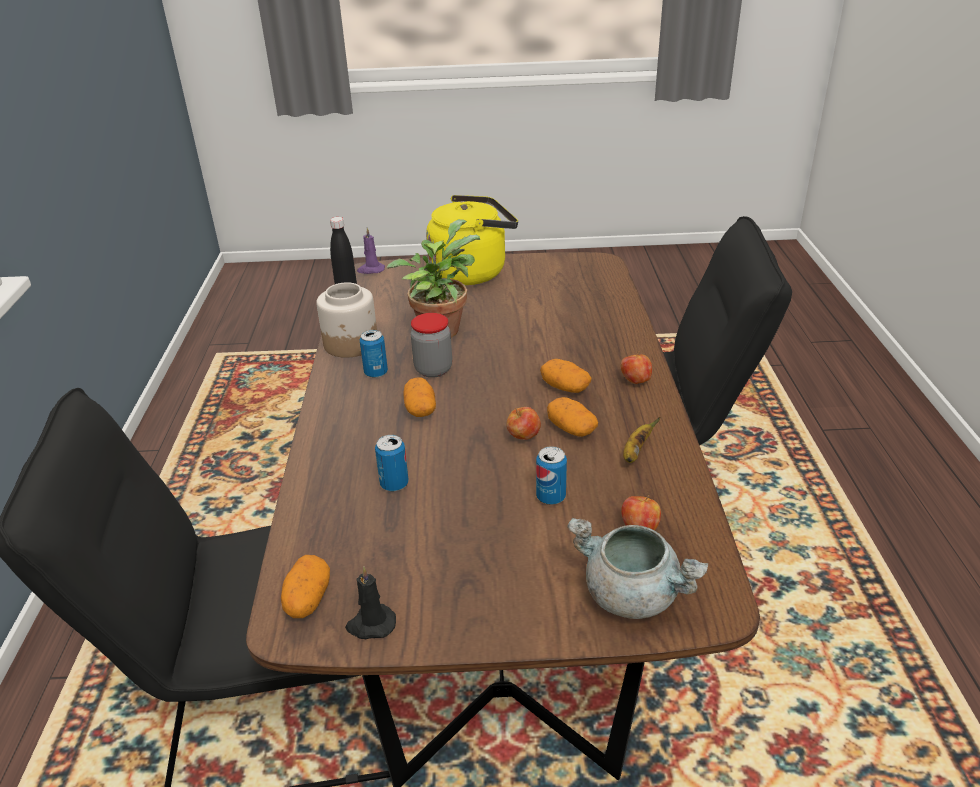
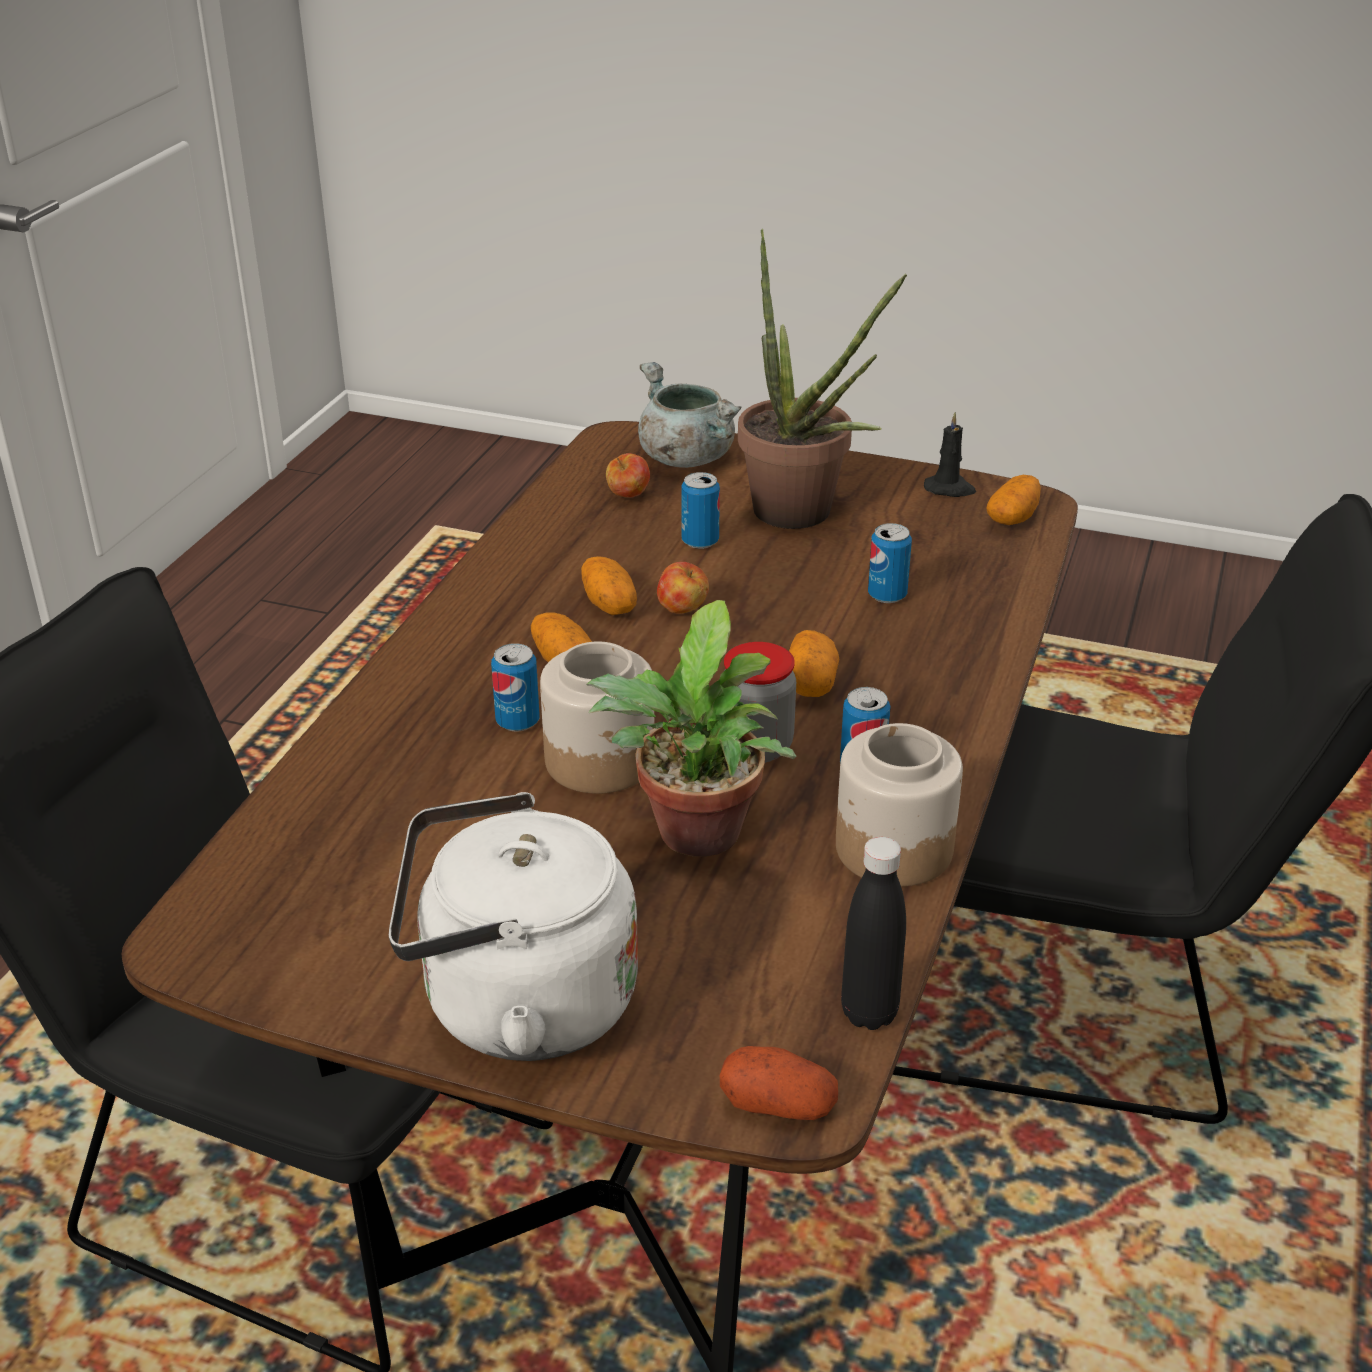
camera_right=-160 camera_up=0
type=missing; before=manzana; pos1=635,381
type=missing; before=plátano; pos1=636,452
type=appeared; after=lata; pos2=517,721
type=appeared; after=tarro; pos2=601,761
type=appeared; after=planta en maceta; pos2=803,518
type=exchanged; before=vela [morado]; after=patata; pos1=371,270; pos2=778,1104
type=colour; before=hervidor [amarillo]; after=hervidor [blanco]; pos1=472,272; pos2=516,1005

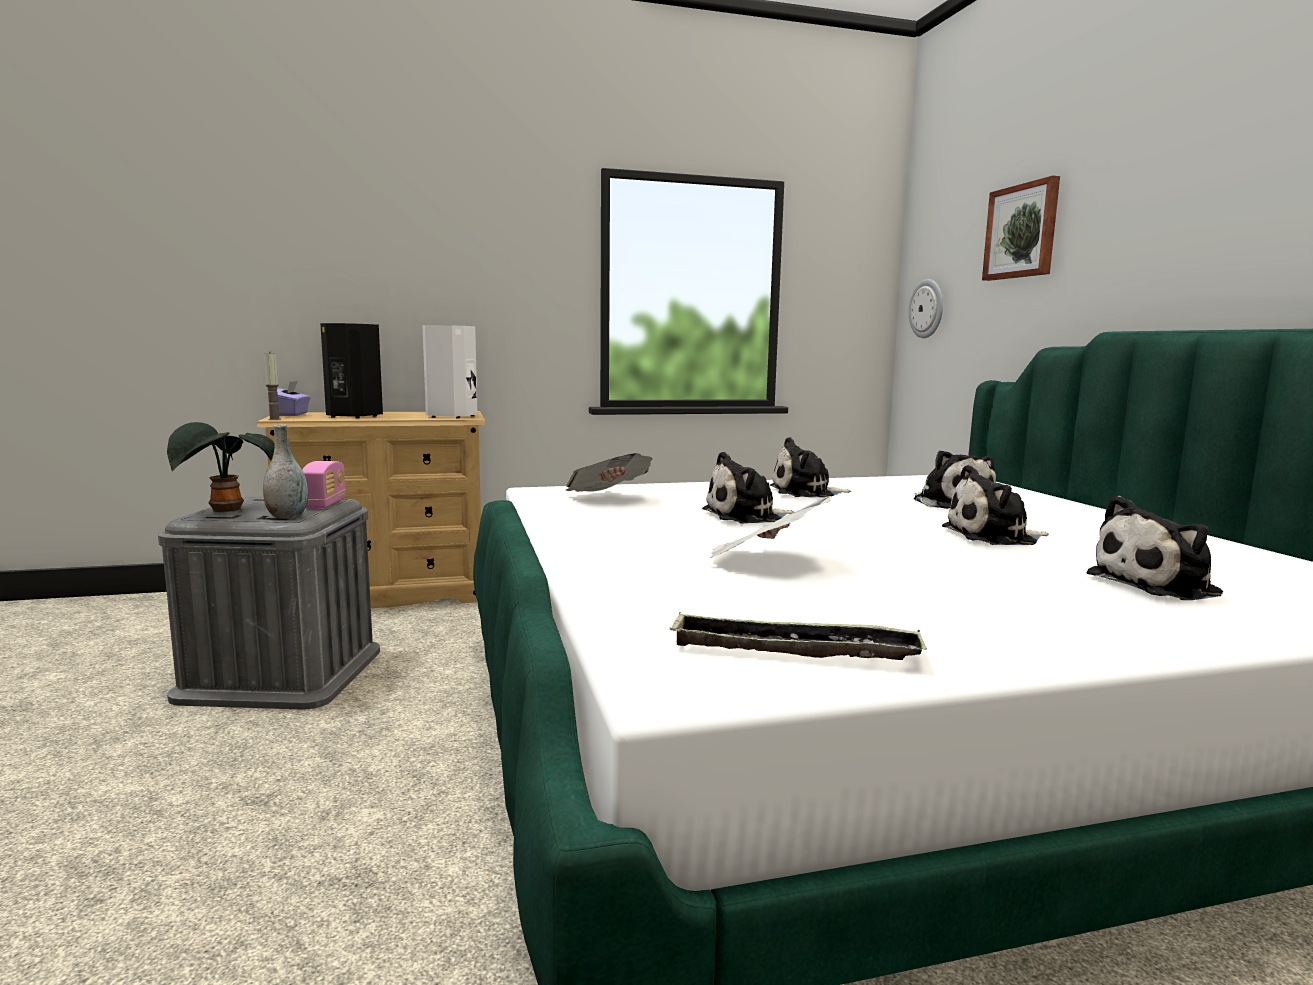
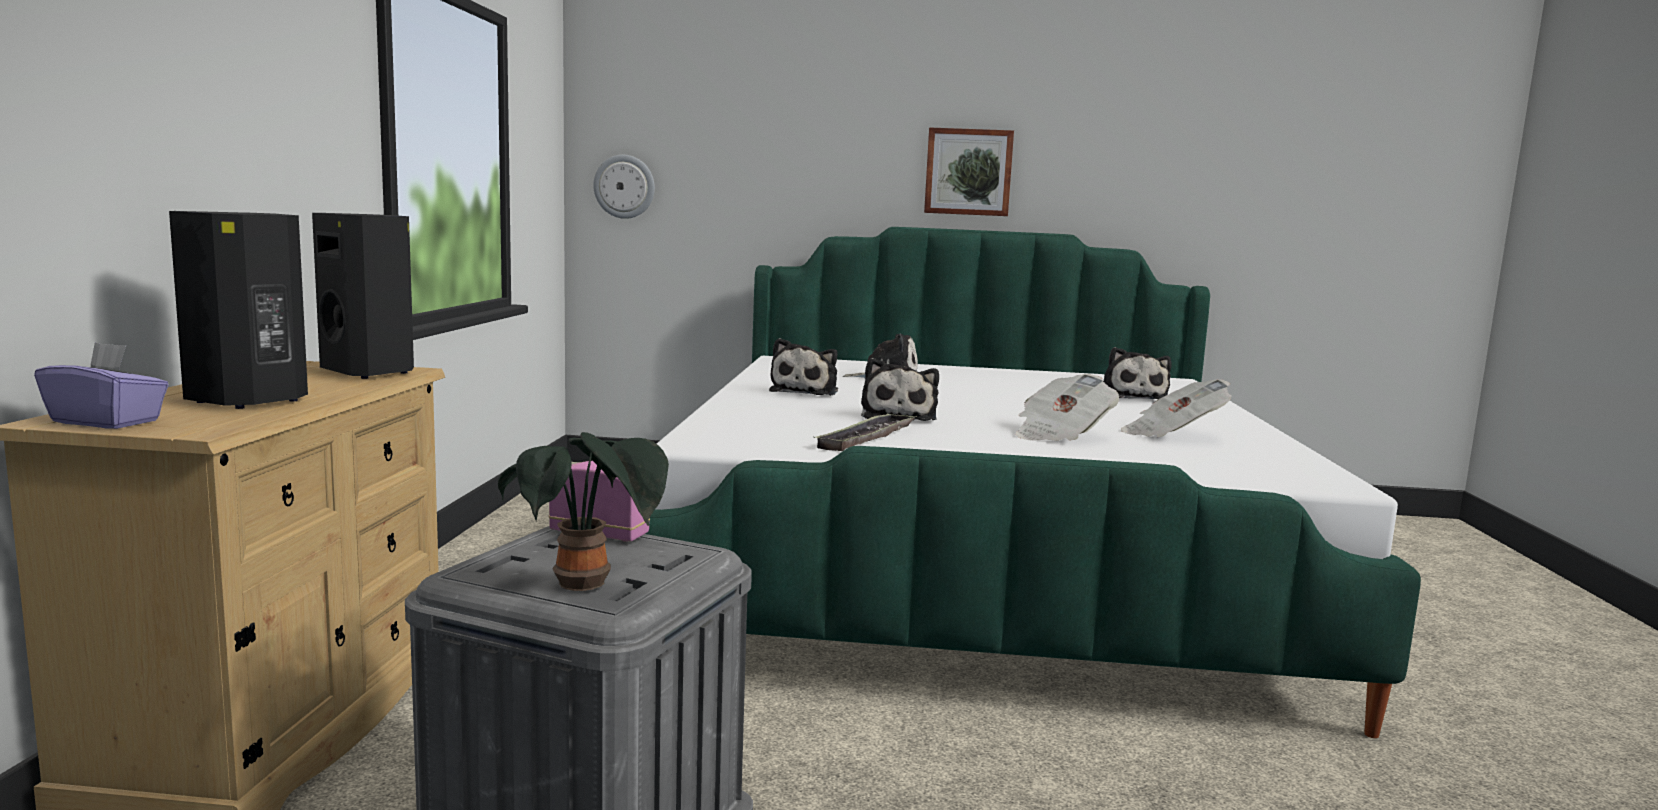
camera_right=-70 camera_up=0
type=missing; before=florero [gris]; pos1=287,516
type=missing; before=vela; pos1=274,419
type=missing; before=peluche; pos1=994,537
type=relocated; before=periódico; pos1=608,498; pos2=1172,435
type=relocated; before=bandeja; pos1=793,650; pos2=866,438
type=relocated; before=cuadro; pos1=1022,231; pos2=968,172
type=colour; before=altavoz [blanco]; after=altavoz [negro]; pos1=454,416; pos2=371,372

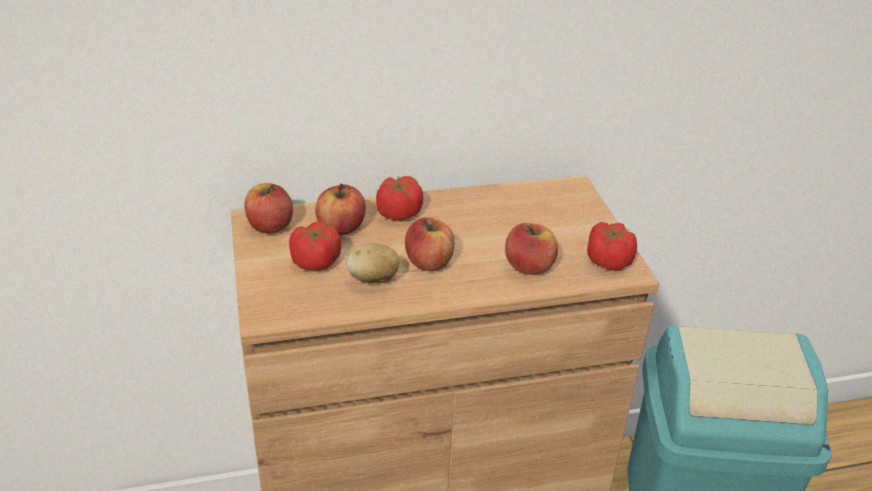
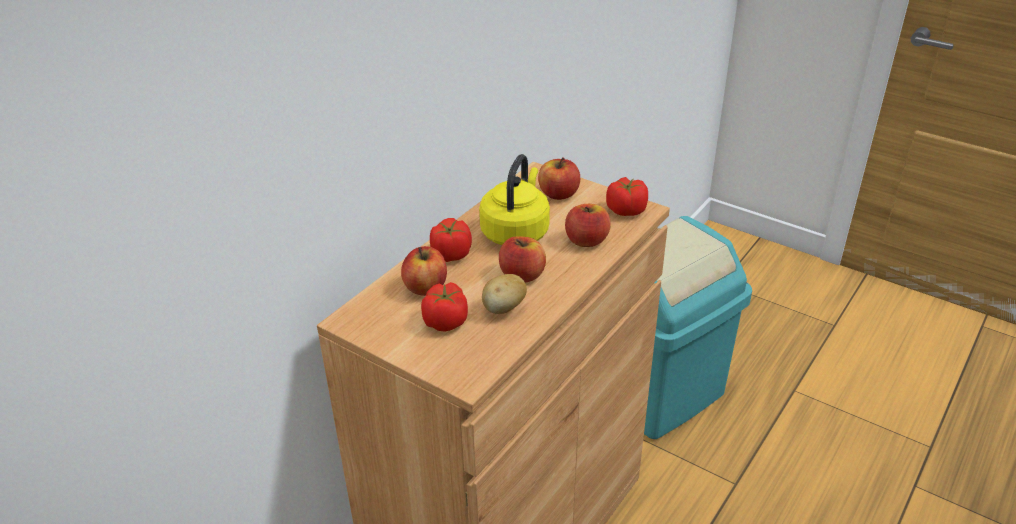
camera_right=-40 camera_up=0
type=appeared; after=hervidor [amarillo]; pos2=516,232
type=relocated; before=manzana; pos1=270,226; pos2=558,194

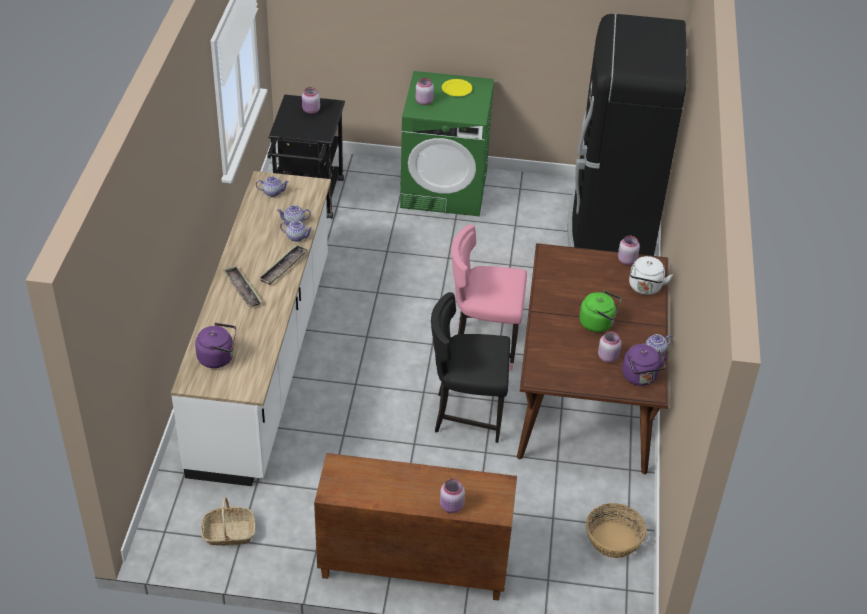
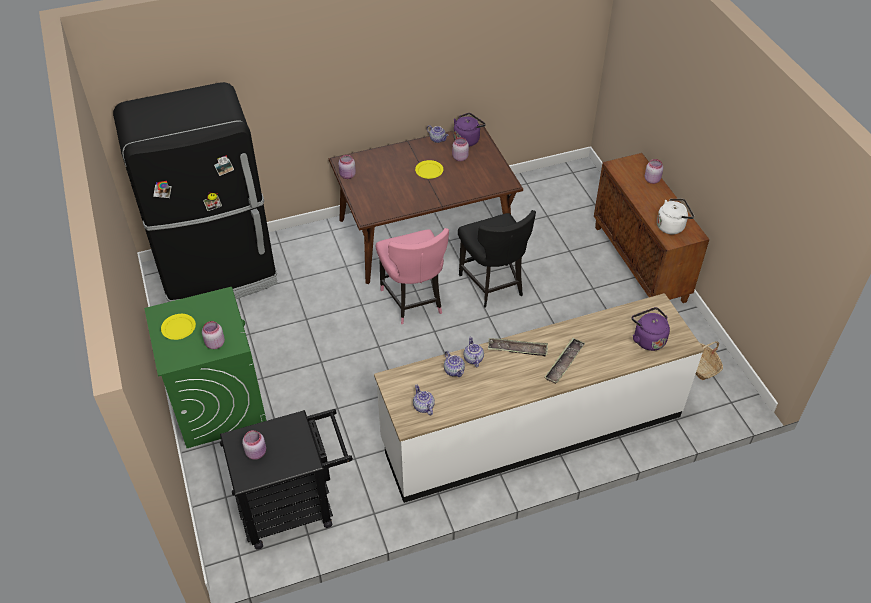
camera_right=-115 camera_up=5
type=missing; before=cesta; pos1=613,540
type=relocated; before=hervidor [blanco]; pos1=645,288; pos2=672,226
type=exchanged; before=hervidor [verde]; after=plato [amarillo]; pos1=598,323; pos2=429,170

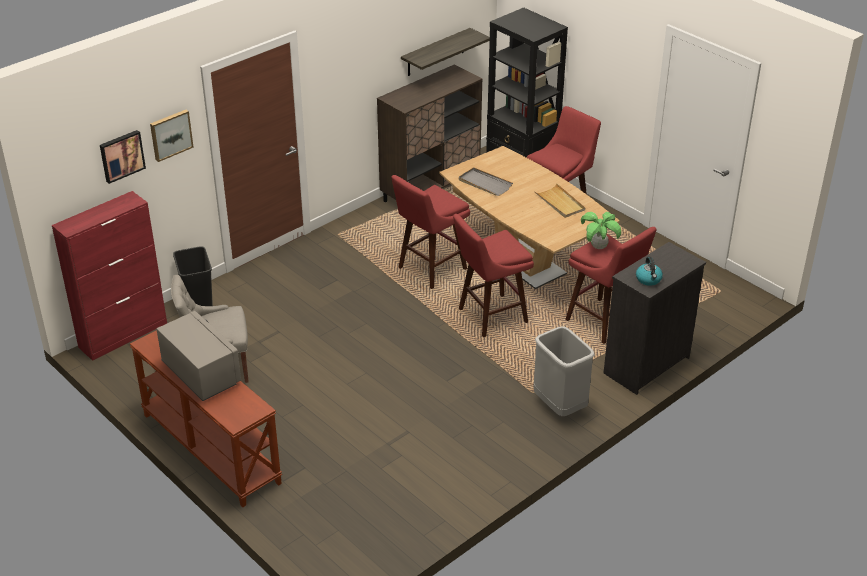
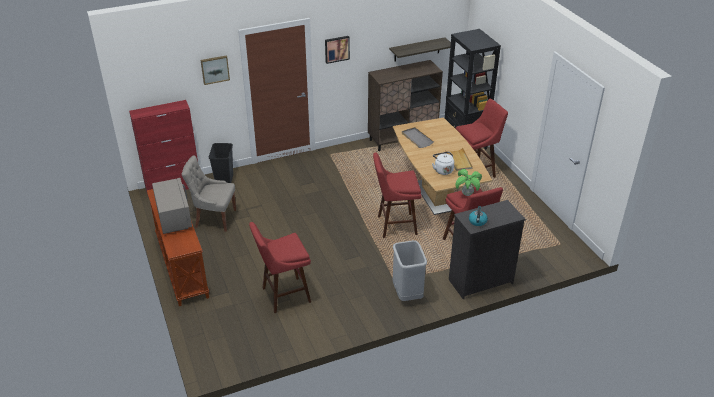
camera_right=20 camera_up=0
type=appeared; after=hervidor [blanco]; pos2=443,170
type=relocated; before=cuadro; pos1=121,155; pos2=336,49
type=relocated; before=taburete [rojo]; pos1=430,270; pos2=283,295

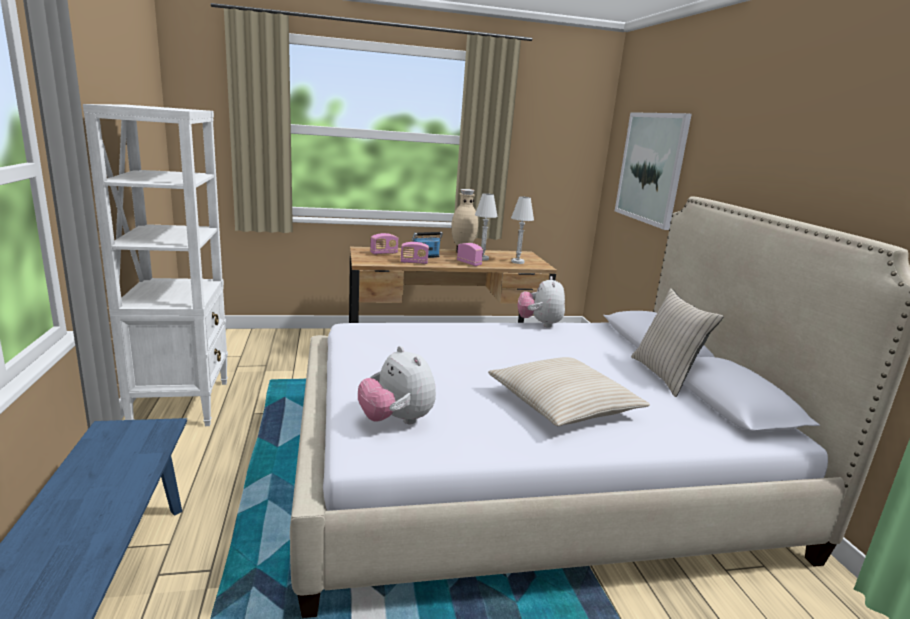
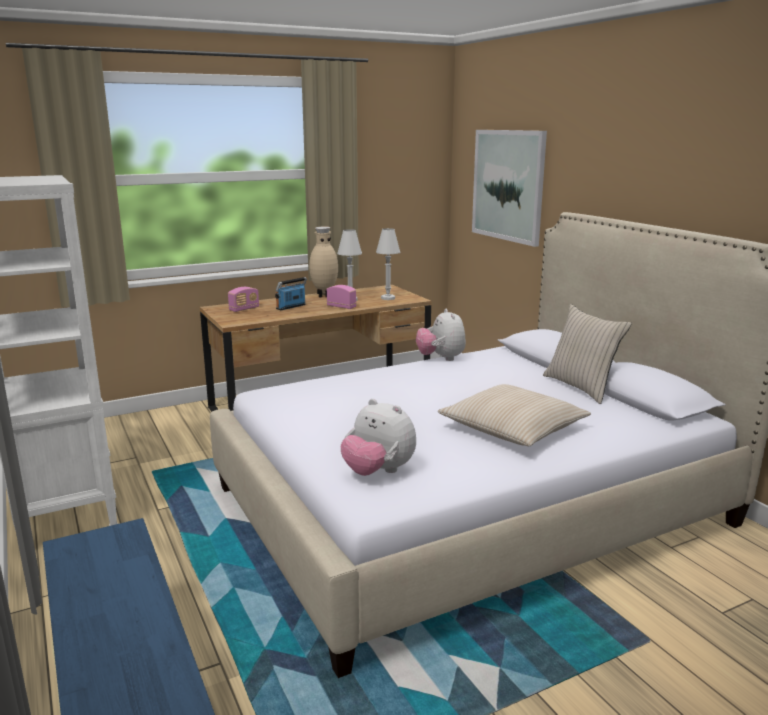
camera_right=-15 camera_up=0
type=missing; before=radio; pos1=414,263

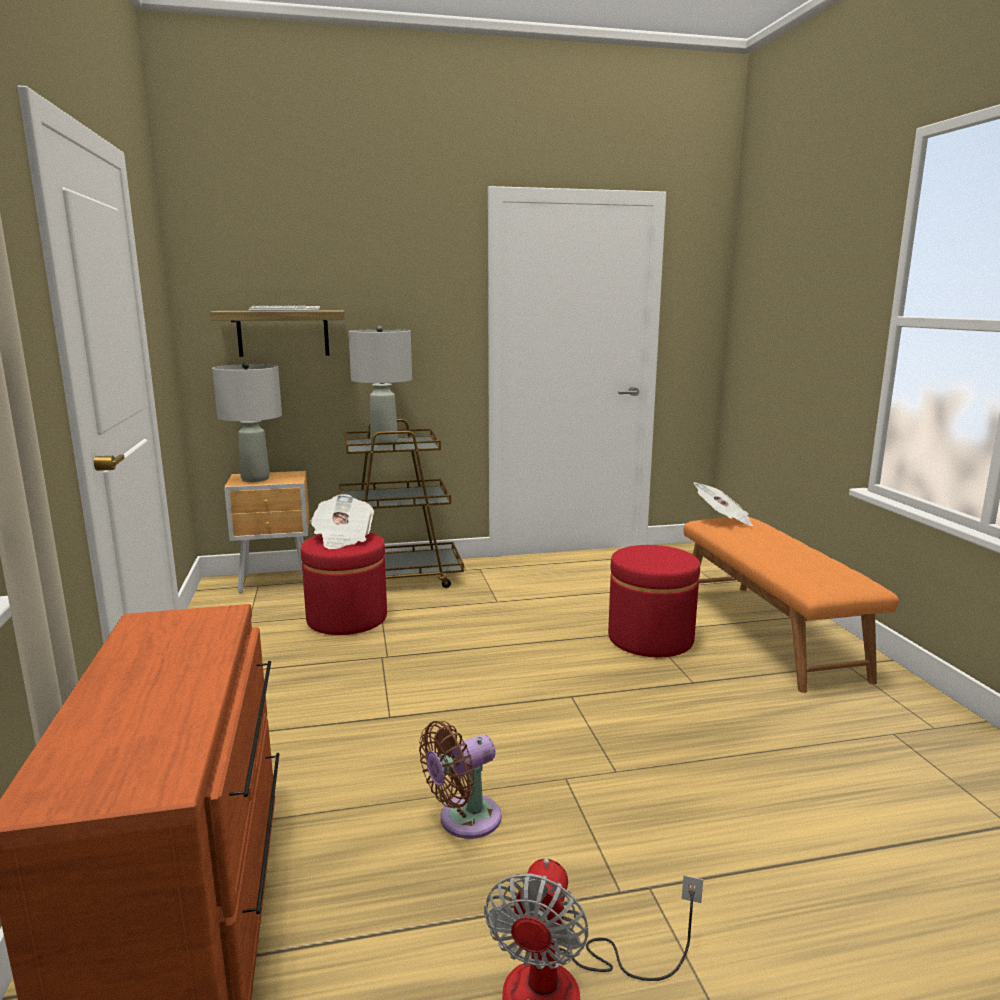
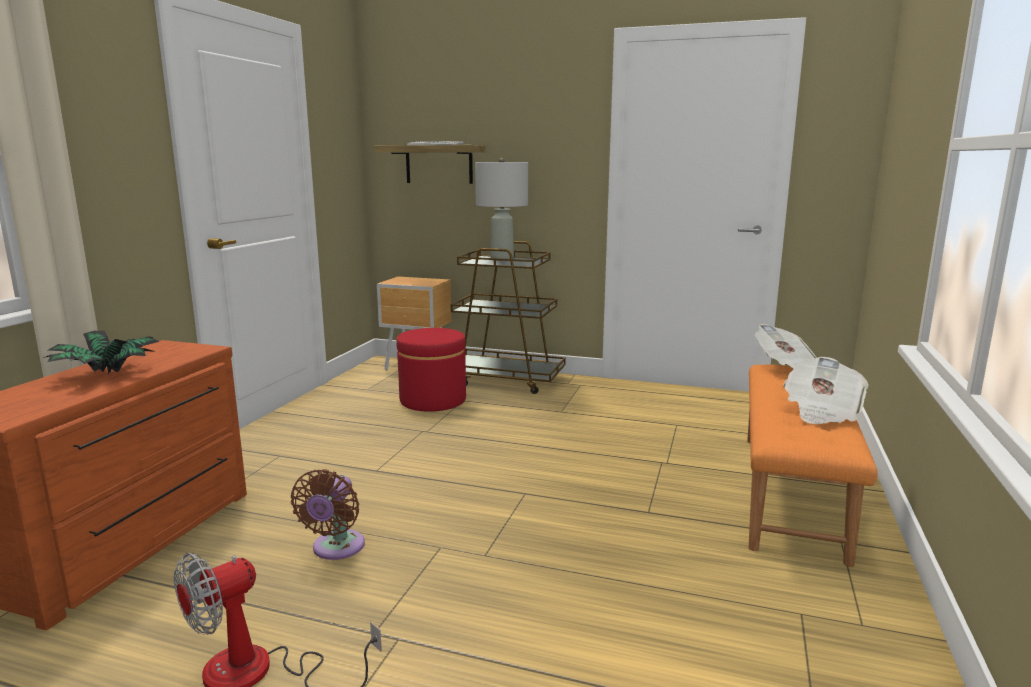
camera_right=30 camera_up=0
type=missing; before=lámpara de mesa [gris]; pos1=256,479
type=missing; before=puf [rojo]; pos1=650,639
type=appeared; after=planta en maceta; pos2=106,374
type=relocated; before=periódico; pos1=342,538; pos2=821,411
type=spun; before=ventilador [marrón]; pos1=464,820; pos2=336,549; turn=-75

